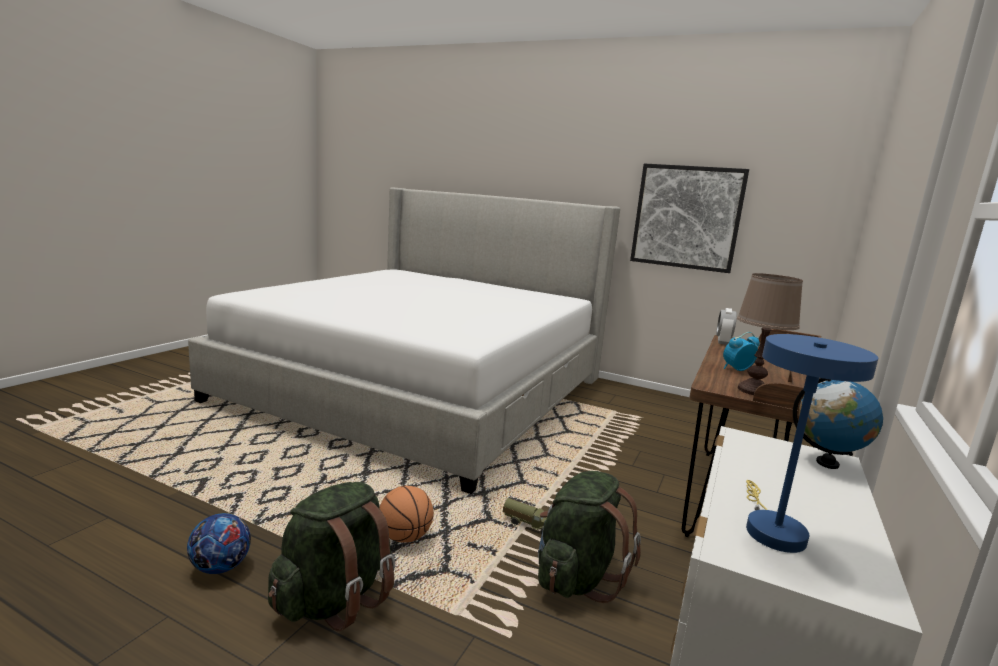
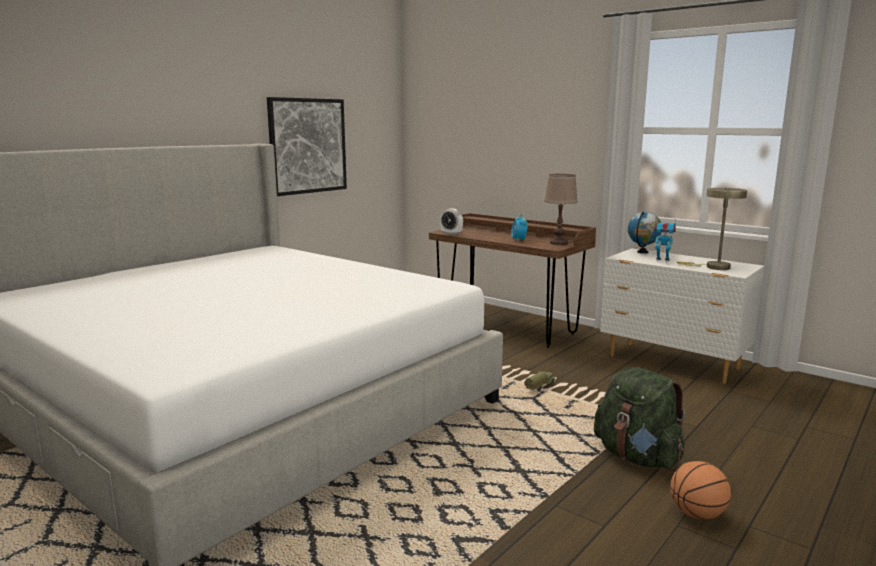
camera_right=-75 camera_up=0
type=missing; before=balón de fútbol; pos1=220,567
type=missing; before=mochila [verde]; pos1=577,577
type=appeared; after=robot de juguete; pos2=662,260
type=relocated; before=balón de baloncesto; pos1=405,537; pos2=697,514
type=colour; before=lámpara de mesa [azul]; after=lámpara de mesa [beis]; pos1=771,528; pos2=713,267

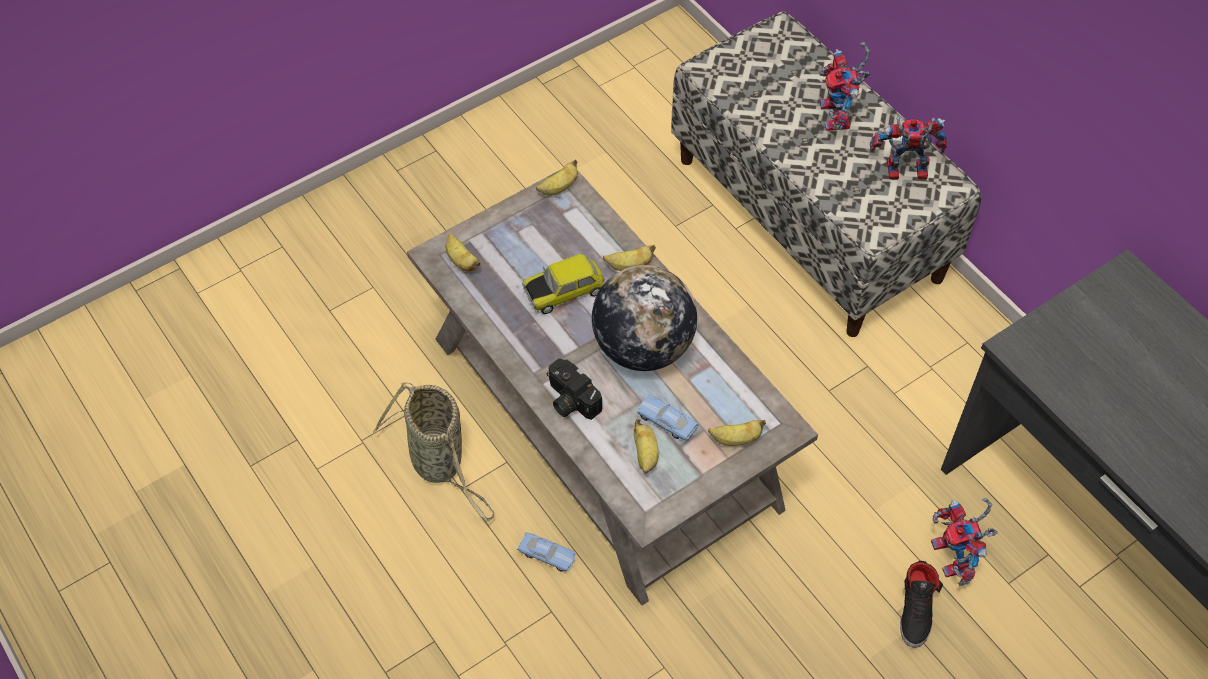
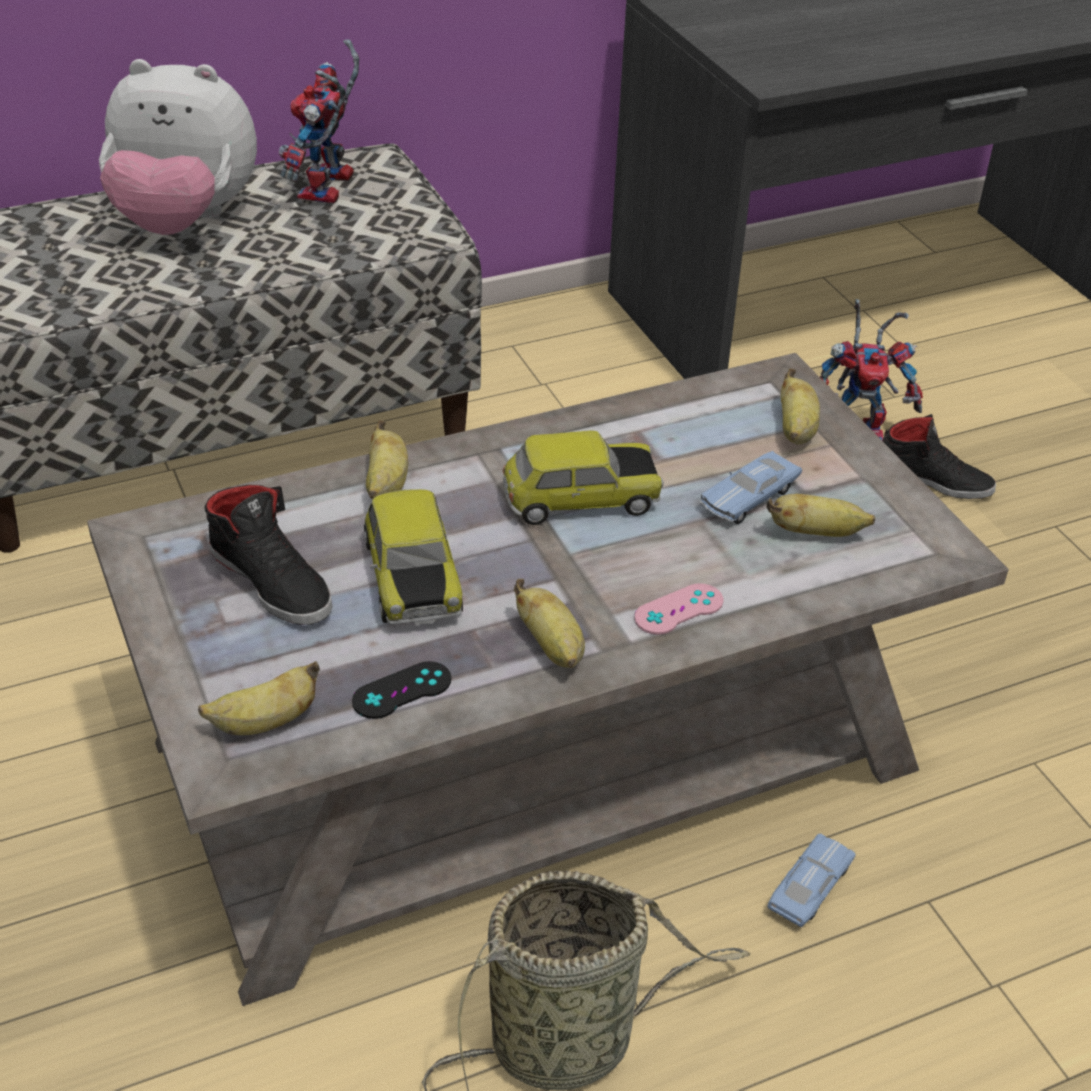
camera_right=-80 camera_up=-15
type=appeared; after=zapato [negro]; pos2=272,580
type=appeared; after=mando de consola [negro]; pos2=402,690
type=relocated; before=plátano; pos1=559,188; pos2=552,647
type=exchanged; before=cámara; after=mando de consola [rosa]; pos1=569,400; pos2=679,609
type=exchanged; before=globo terráqueo; after=coche de juguete; pos1=642,347; pos2=580,499
type=exchanged; before=robot de juguete; after=peluche; pos1=838,119; pos2=184,221

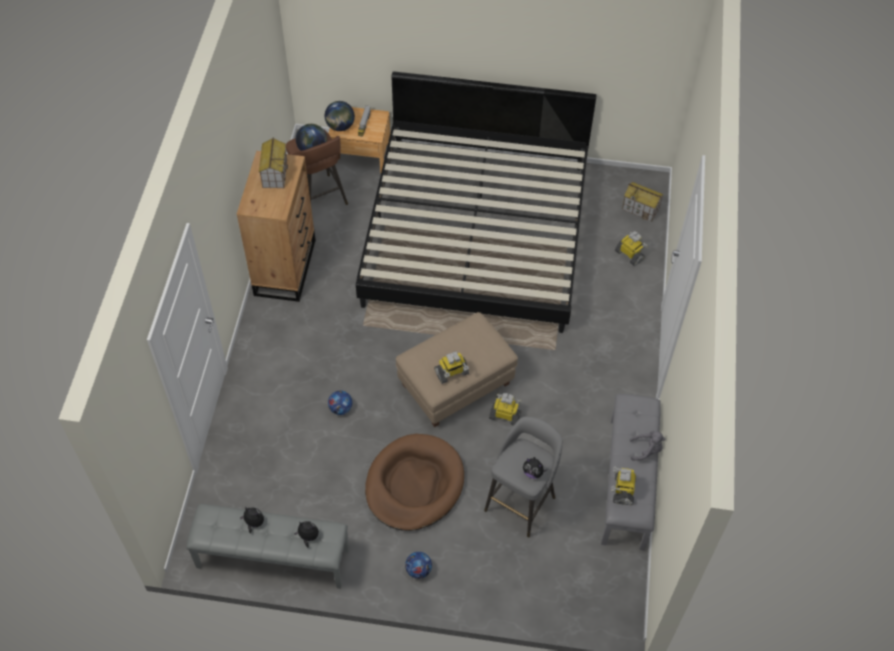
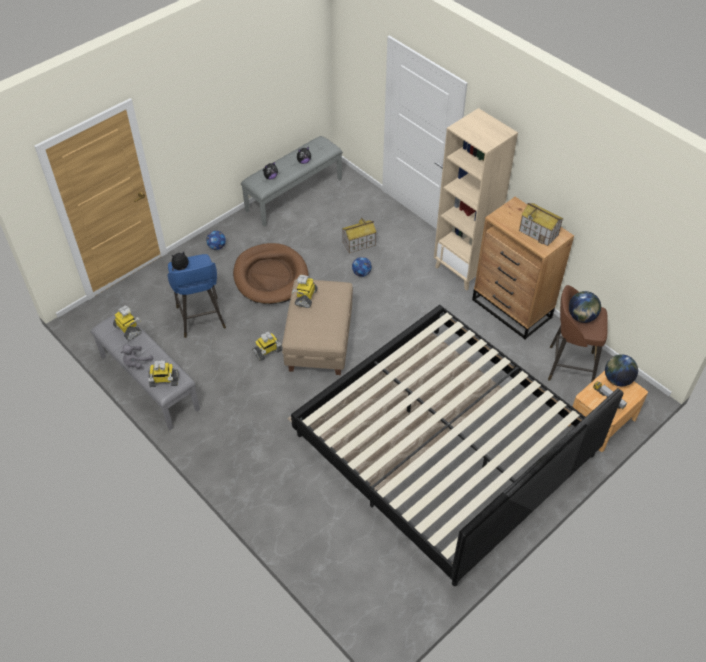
camera_right=130 camera_up=-5
type=appeared; after=estantería [beis]; pos2=463,269
type=relocated; before=robot de juguete; pos1=630,255; pos2=164,381
type=relocated; before=casita; pos1=641,209; pos2=358,244
type=colour; before=taburete [gris]; after=taburete [azul]; pos1=521,502; pos2=201,319

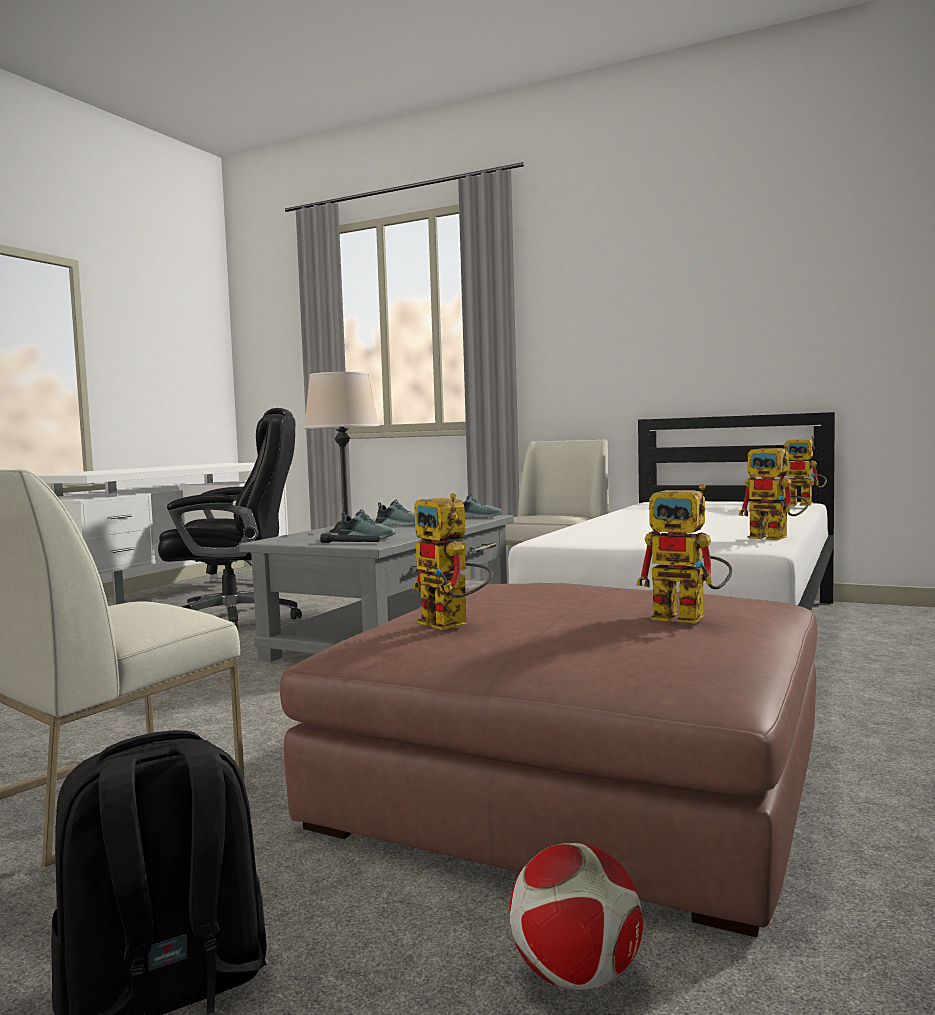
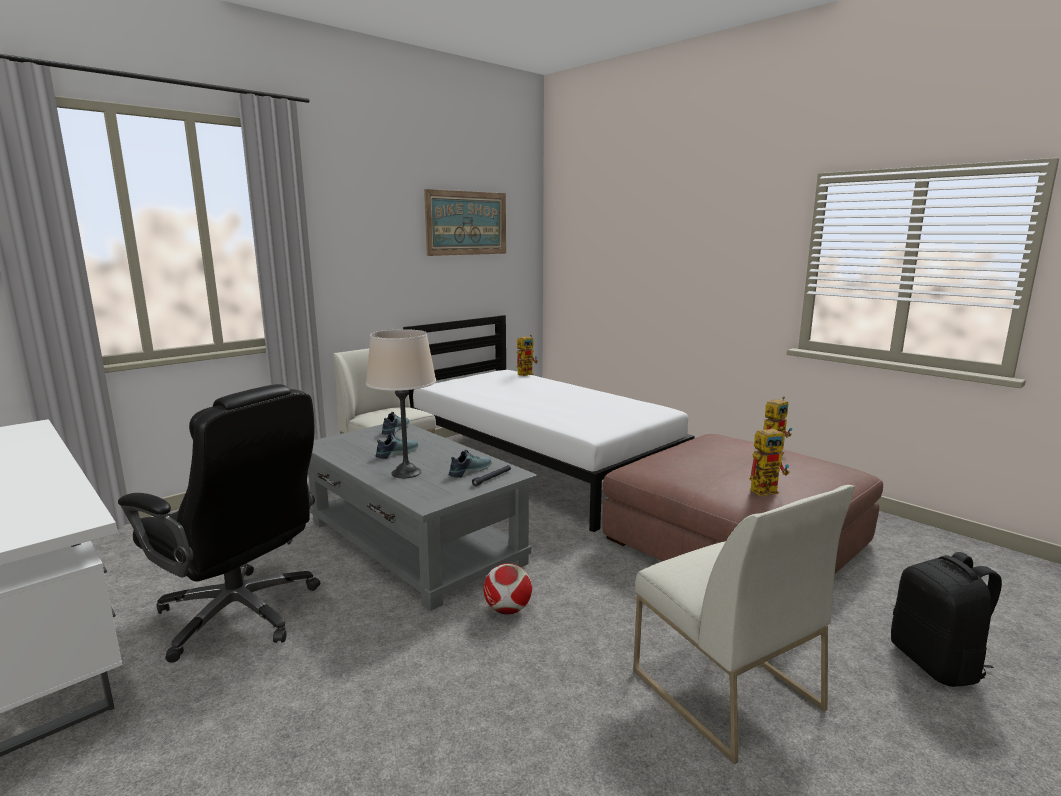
camera_right=-70 camera_up=10
type=missing; before=robot de juguete; pos1=777,538
type=appeared; after=cuadro; pos2=466,223
type=relocated; before=balón de fútbol; pos1=576,976; pos2=507,610
type=spun; before=silla de oficina [negro]; pos1=236,620; pos2=241,614; turn=105

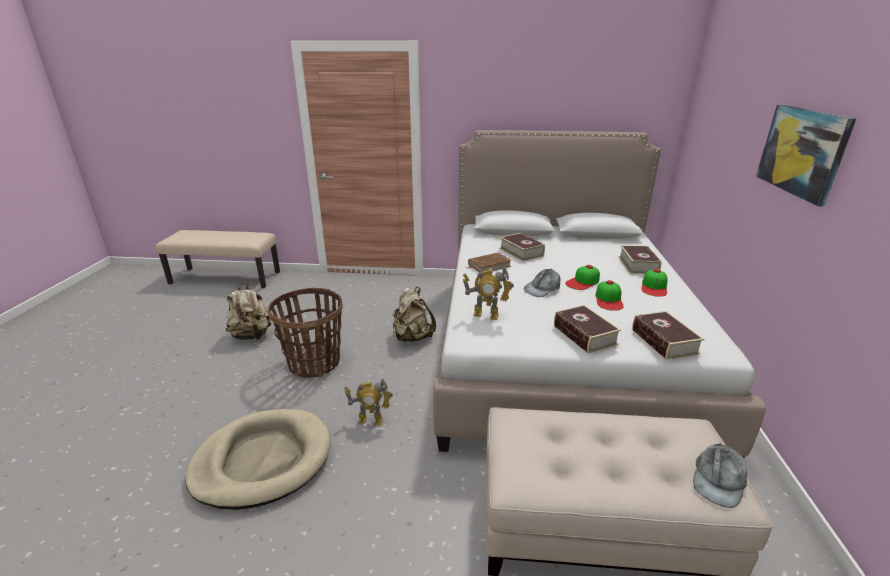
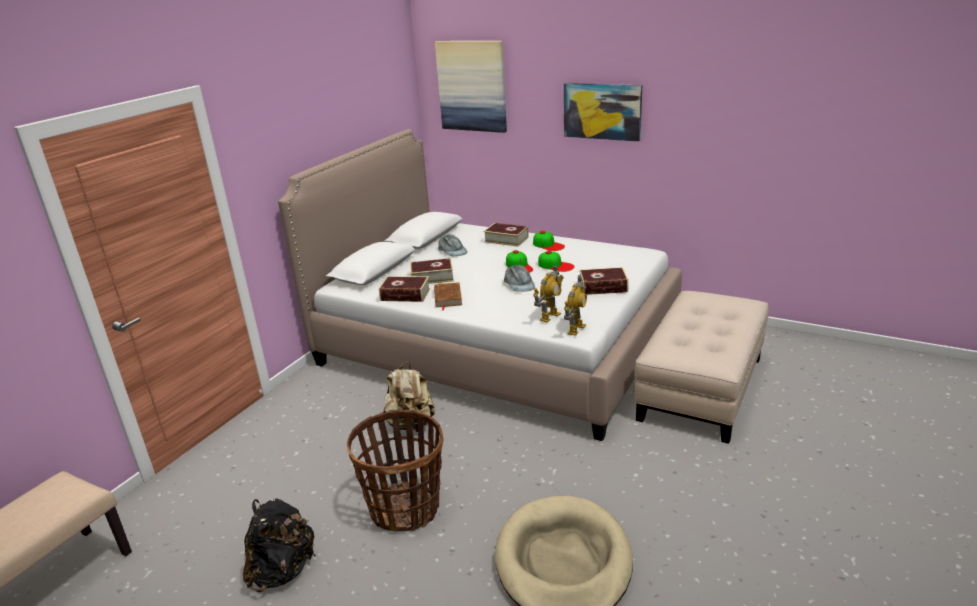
camera_right=-65 camera_up=0
type=appeared; after=cuadro; pos2=472,86
type=relocated; before=robot de juguete; pos1=370,420; pos2=576,329
type=relocated; before=libro; pos1=664,341; pos2=405,295
type=relocated; before=gorra [gris]; pos1=718,480; pos2=452,250
type=colour; before=mochila [beis]; after=mochila [negro]; pos1=252,335; pos2=283,570

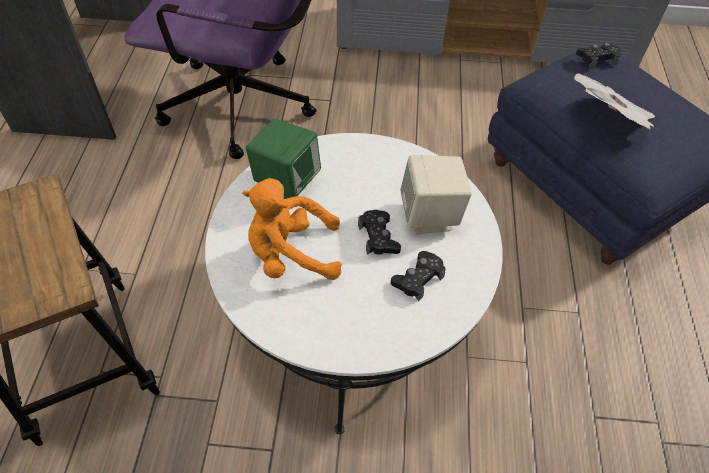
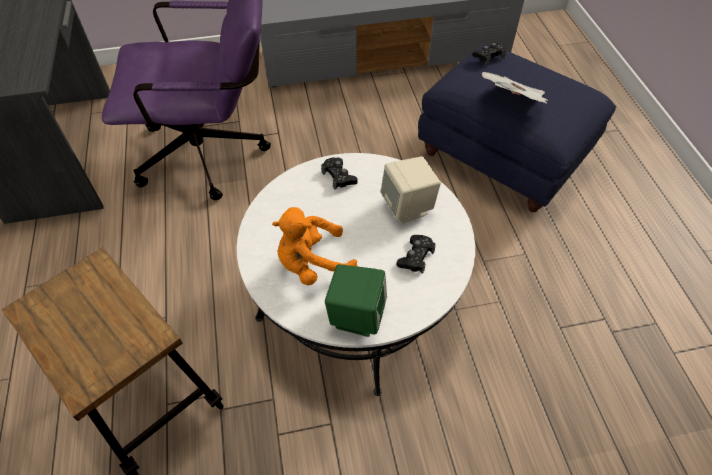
camera_right=-15 camera_up=0
type=relocated; before=altavoz [verde]; pos1=286,182; pos2=356,315
type=relocated; before=mando de consola [negro]; pos1=378,237; pos2=339,177

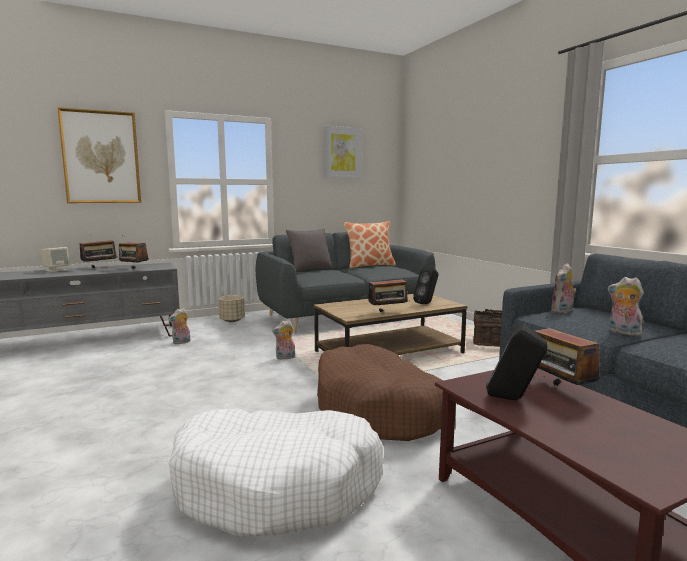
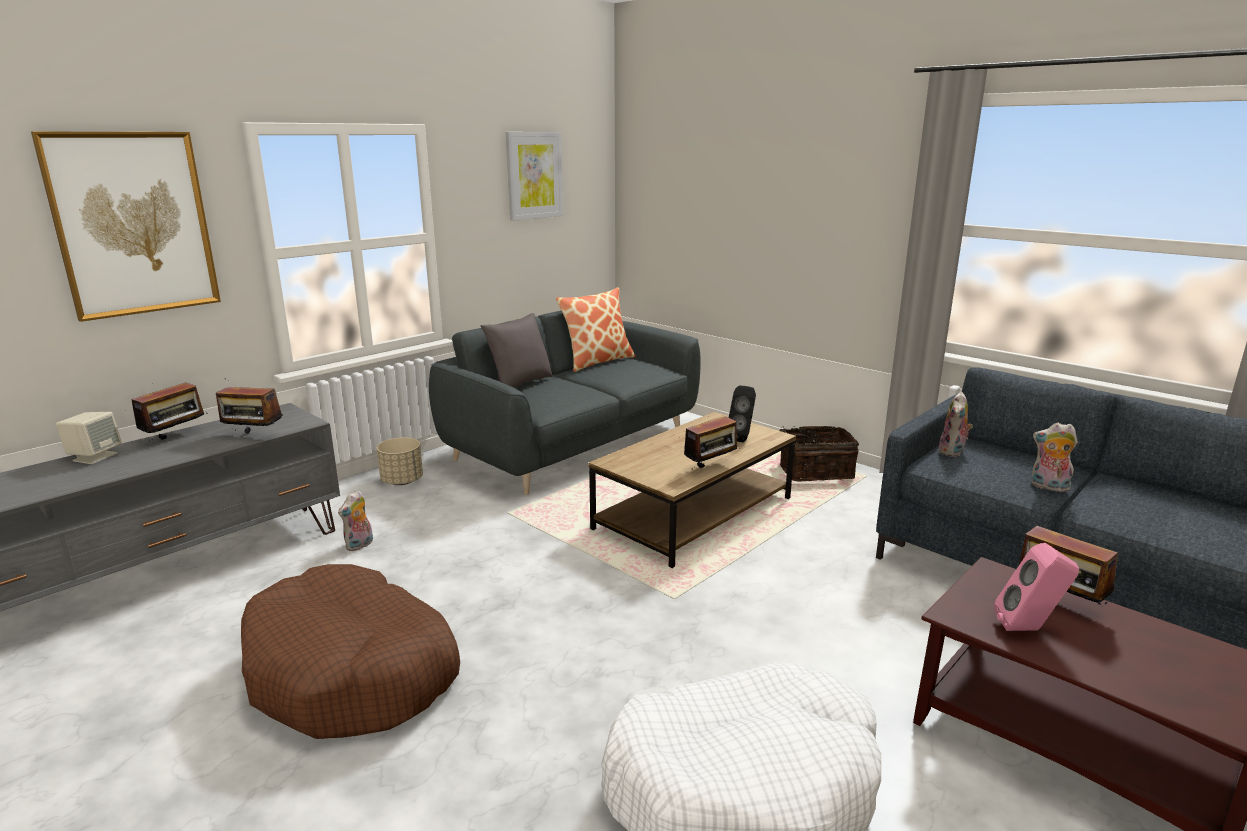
camera_right=-20 camera_up=10
type=missing; before=peluche; pos1=285,358
type=relocated; before=cama para perro [marrón]; pos1=380,409; pos2=353,672
type=colour; before=altavoz [negro]; after=altavoz [rosa]; pos1=513,399; pos2=1029,629

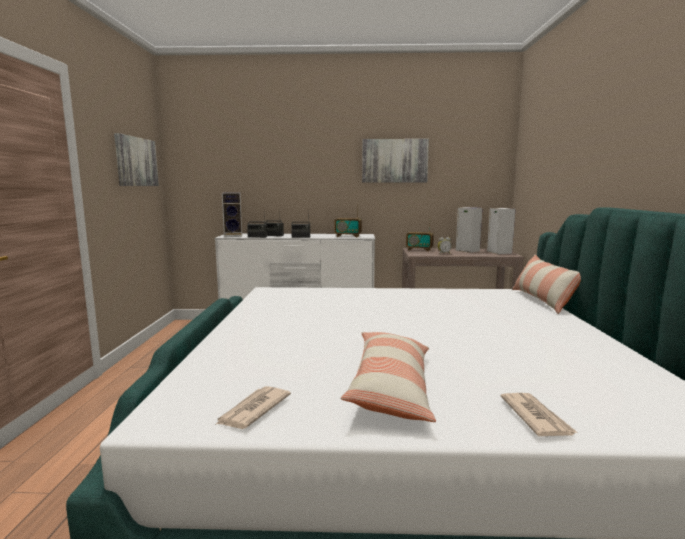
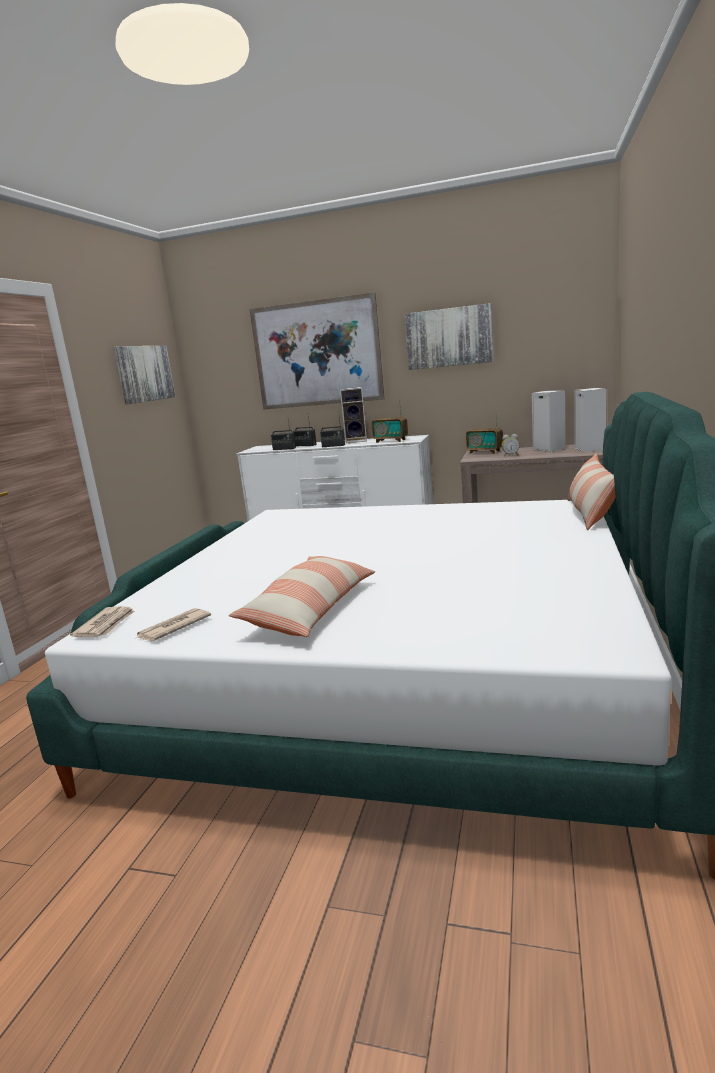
camera_right=15 camera_up=5
type=appeared; after=cuadro; pos2=317,353
type=relocated; before=altavoz; pos1=234,235; pos2=357,441
type=relocated; before=periódico; pos1=536,417; pos2=106,625

